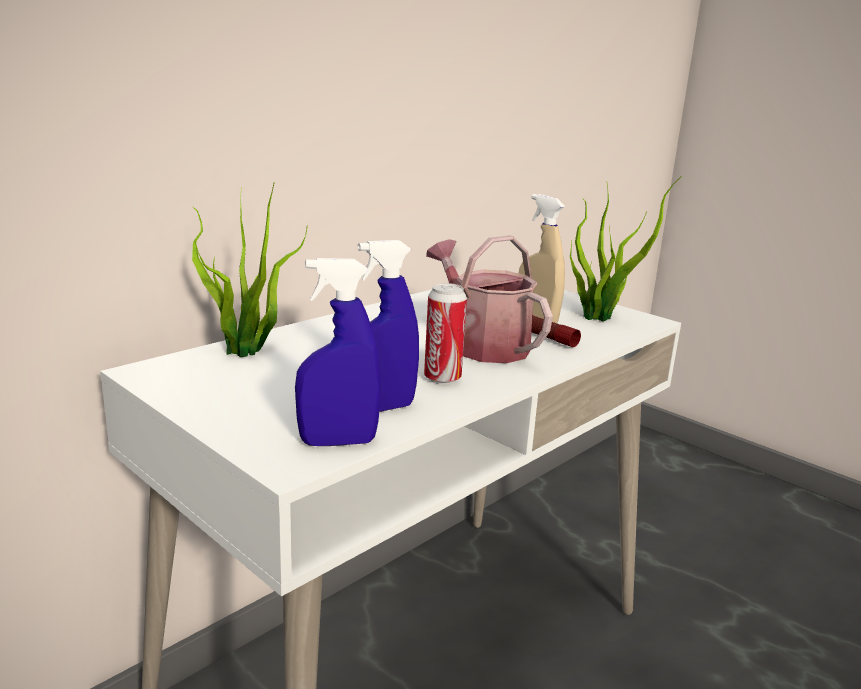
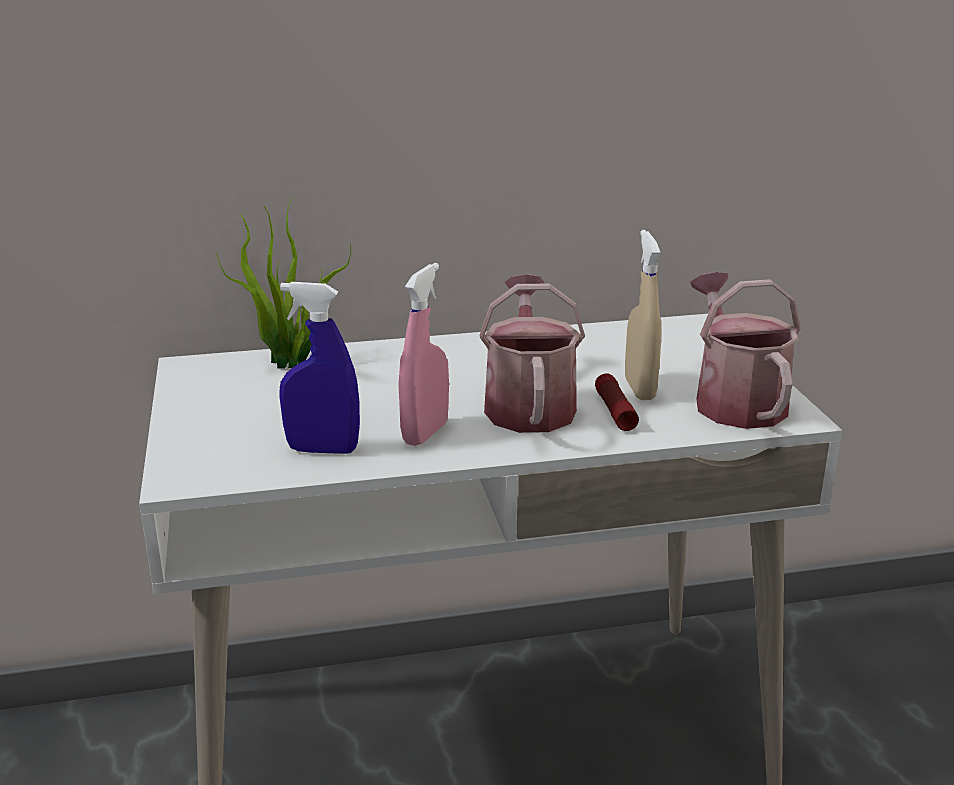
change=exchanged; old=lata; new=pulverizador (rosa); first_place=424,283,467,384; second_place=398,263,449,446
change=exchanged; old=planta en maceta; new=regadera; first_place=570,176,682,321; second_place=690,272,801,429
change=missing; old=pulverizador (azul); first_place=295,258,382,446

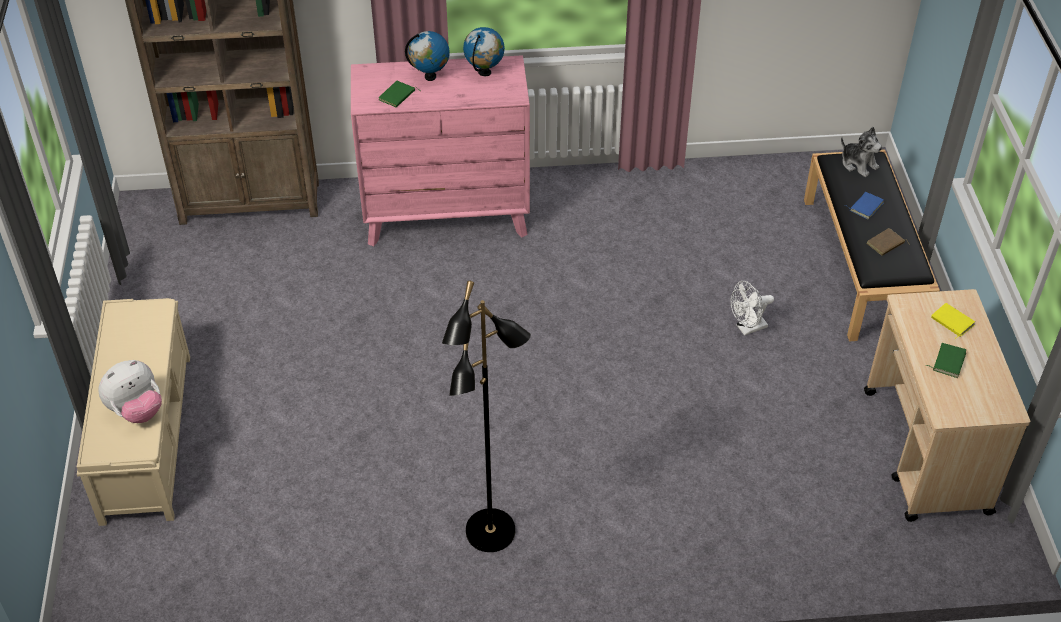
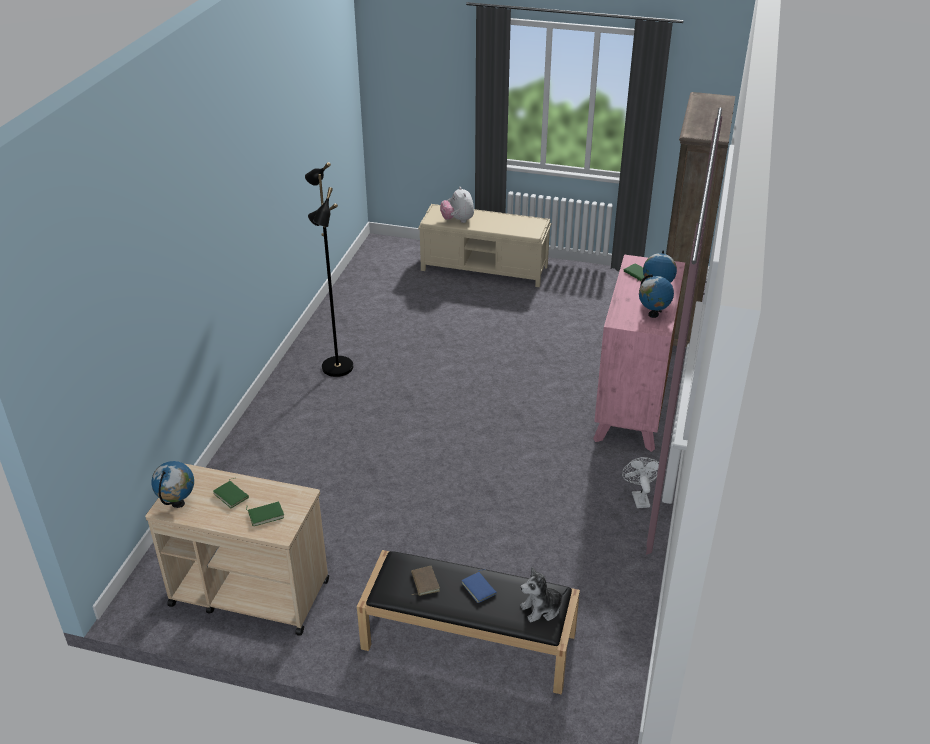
change=appeared; new=globo terráqueo; second_place=151,461,194,508
change=colour; old=libro (amarillo); new=libro (verde); first_place=931,303,975,339; second_place=246,501,284,526
change=relocated; old=ventilador (blanco); first_place=731,281,774,336; second_place=622,457,659,508

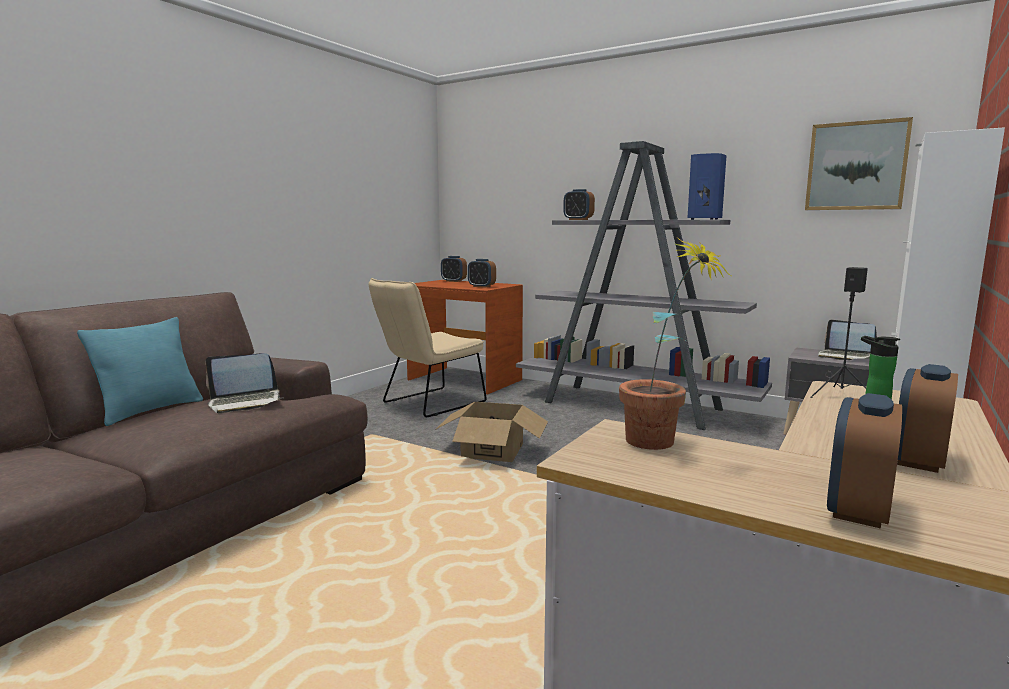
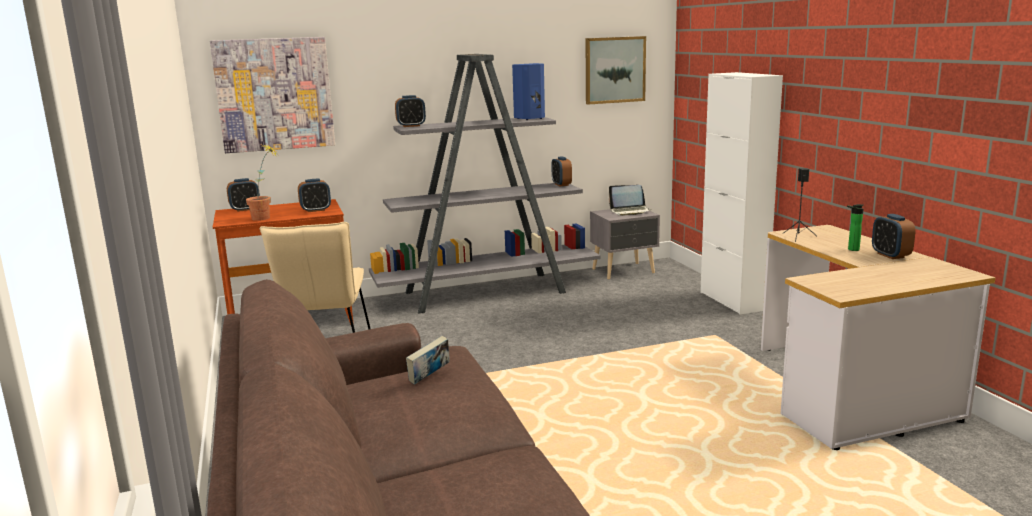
change=appeared; new=cuadro; second_place=210,37,335,153
change=relocated; old=planta en maceta; first_place=619,237,731,450; second_place=246,145,278,221
change=exchanged; old=portátil; new=libro; first_place=205,353,282,413; second_place=406,336,450,385
change=relocated; old=despertador; first_place=827,393,902,529; second_place=552,156,572,186
change=missing; old=cojín (turquesa); first_place=77,317,203,426
change=missing; old=caja de cartón; first_place=435,402,548,462

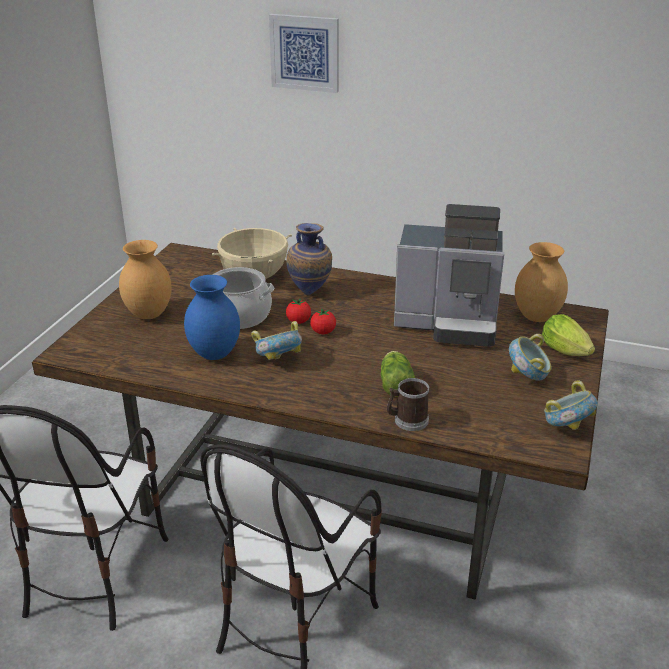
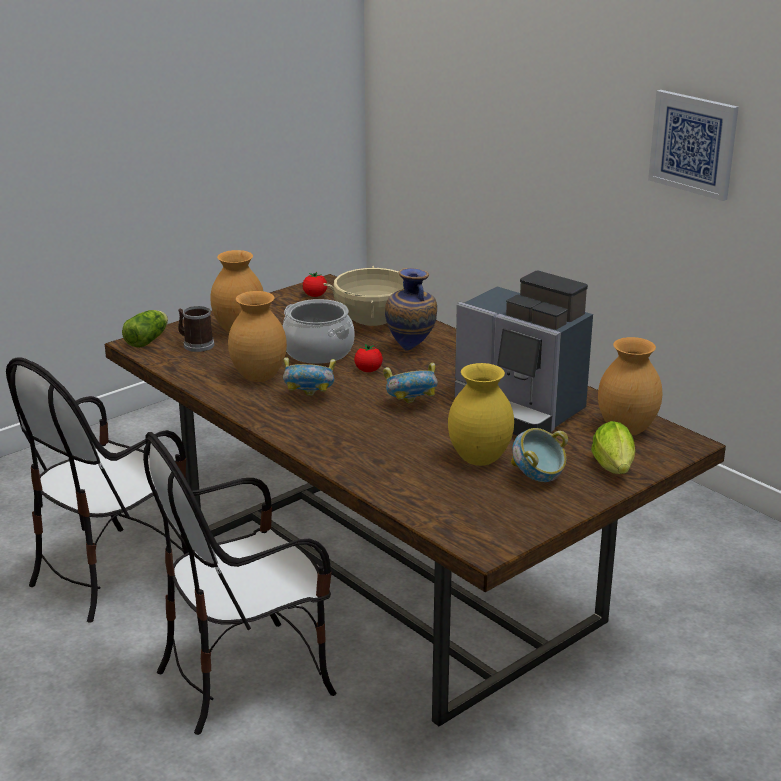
change=relocated; old=lechuga; first_place=381,351,415,397; second_place=122,310,168,348
change=relocated; old=taza grande; first_place=387,378,430,431; second_place=178,306,214,352
change=colour; old=florero (azul); new=florero (marrón); first_place=184,275,240,360; second_place=228,291,287,382
change=relocated; old=tomate; first_place=310,308,336,334; second_place=303,272,327,297
change=relocated; old=cuenco; first_place=544,380,598,430; second_place=383,363,438,403
change=appeared; new=florero (amarillo); second_place=448,363,514,466
change=relocated; old=cuadro; first_place=269,14,339,93; second_place=648,90,739,201

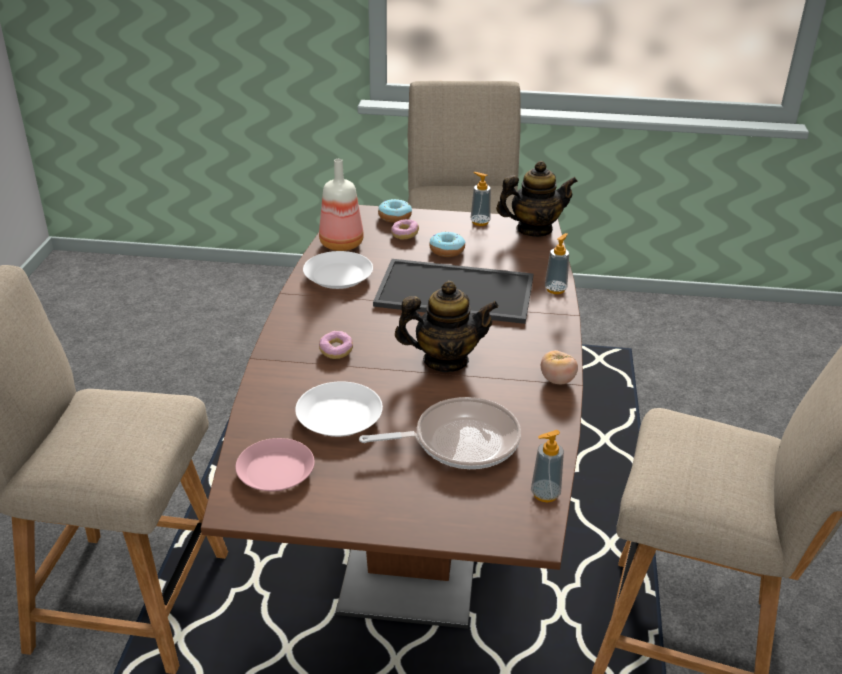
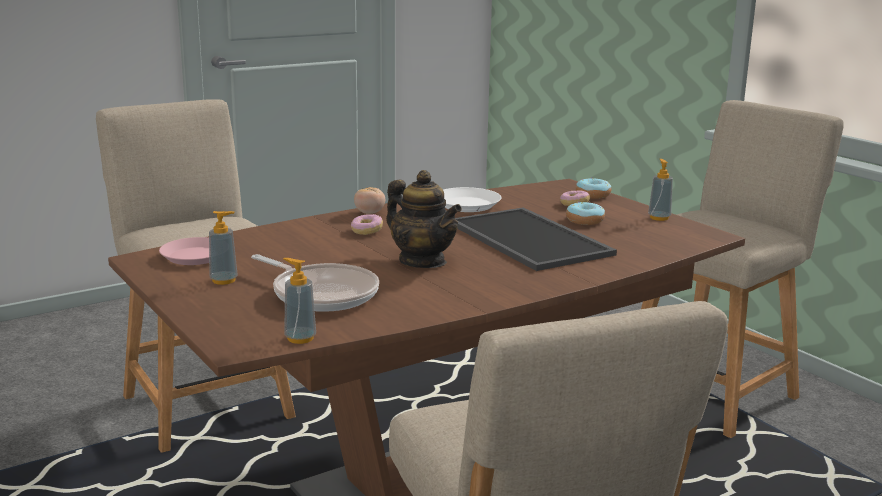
change=relocated; old=dispensador de jabón; first_place=545,233,569,294; second_place=209,211,238,285
change=relocated; old=tomate; first_place=541,350,578,384; second_place=354,187,385,214
change=missing; old=plato (blanco); first_place=295,381,383,437
change=missing; old=botella; first_place=319,159,364,251
change=missing; old=tetera; first_place=496,161,578,237

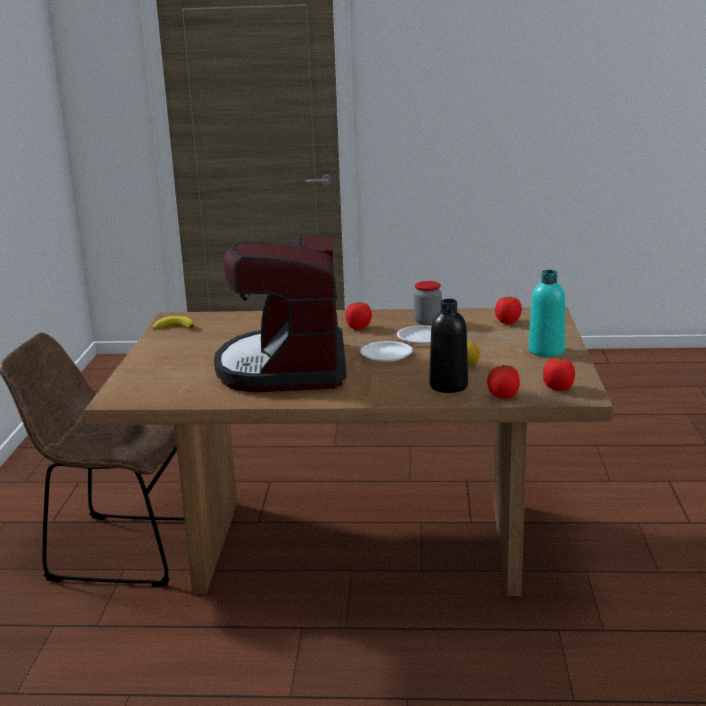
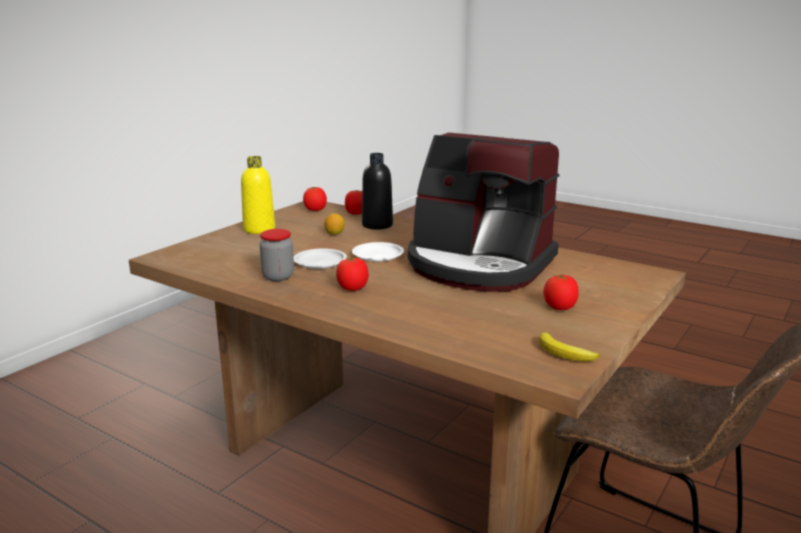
change=colour; old=botella (turquesa); new=botella (amarillo); first_place=529,270,565,357; second_place=241,156,275,234
change=spun; old=cafetera; first_place=214,234,347,392; second_place=408,133,560,292; degrees=90
change=relocated; old=tomate; first_place=495,297,522,324; second_place=543,274,579,310

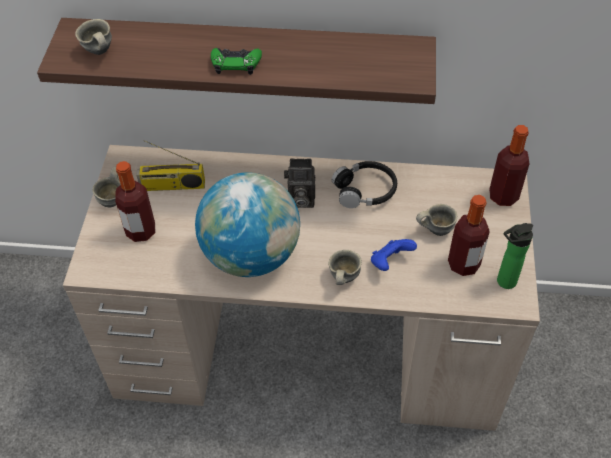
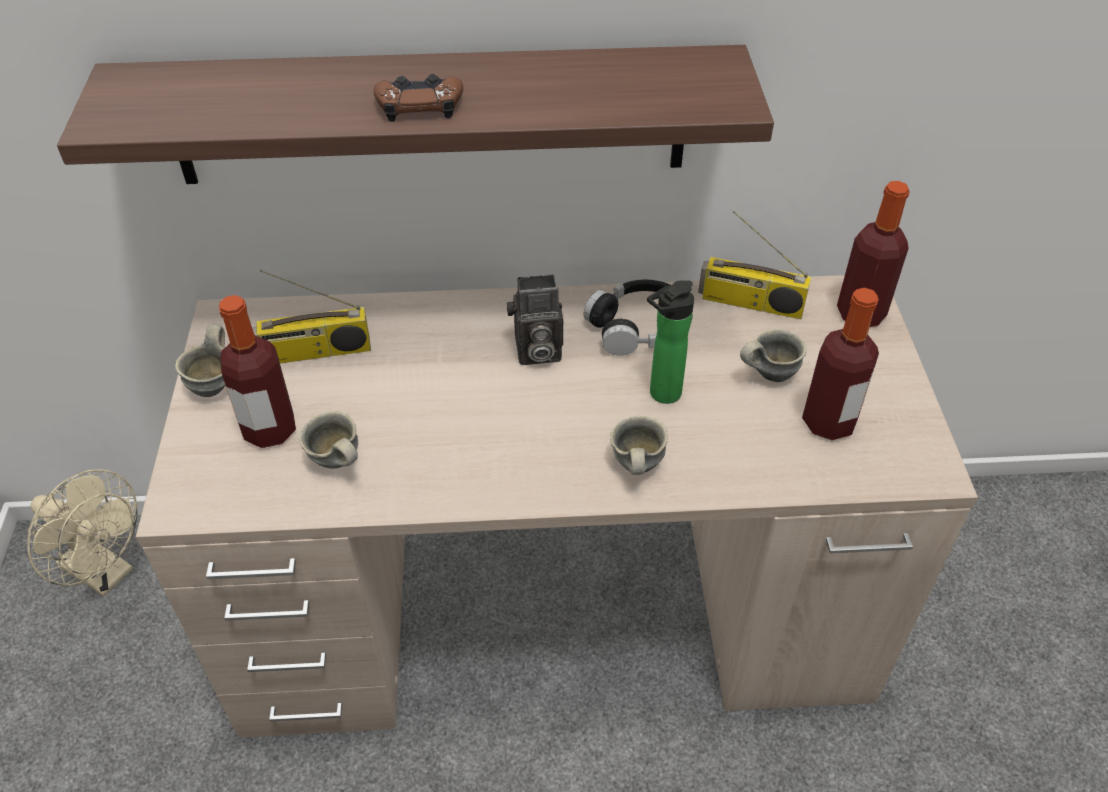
change=appeared; new=ventilador (beis); second_place=27,469,137,596
change=relocated; old=taza grande (gris); first_place=75,19,112,55; second_place=299,411,358,469
change=colour; old=mando de consola (verde); new=mando de consola (marrón); first_place=211,48,262,75; second_place=374,74,463,122
change=relocated; old=botella; first_place=497,223,533,289; second_place=647,280,694,404
change=appeared; new=radio; second_place=698,211,811,319
change=missing; old=globo terráqueo; first_place=195,172,300,277
change=missing; old=mando de consola (azul); first_place=371,239,417,271

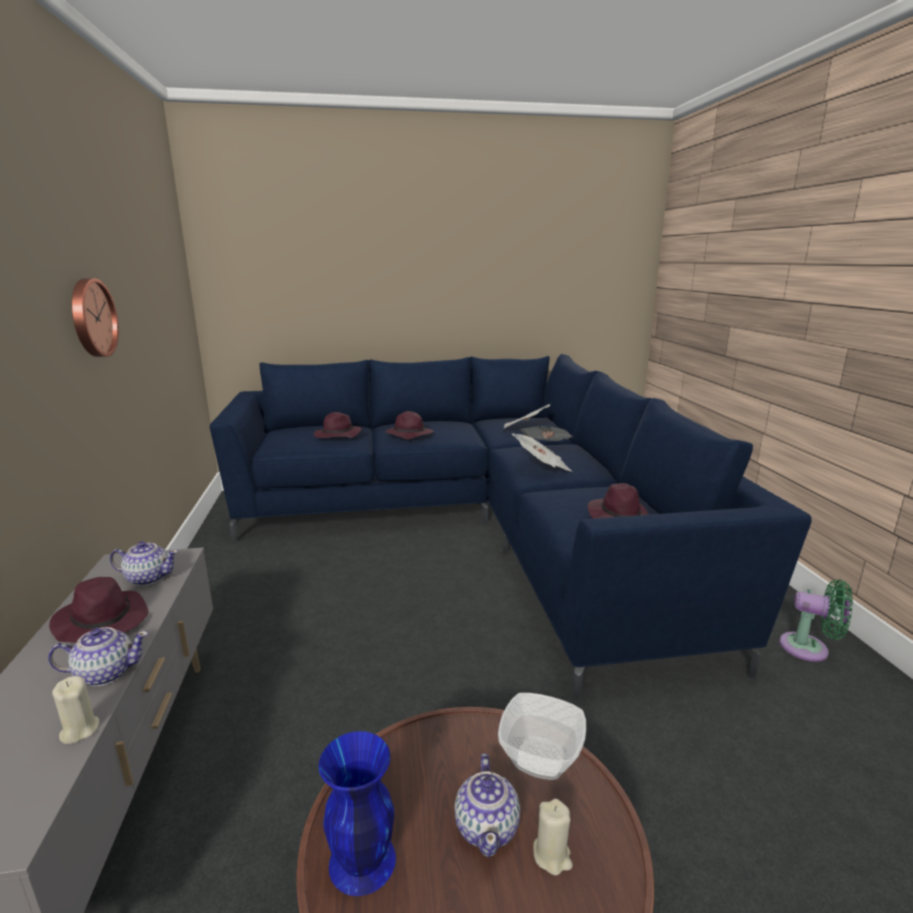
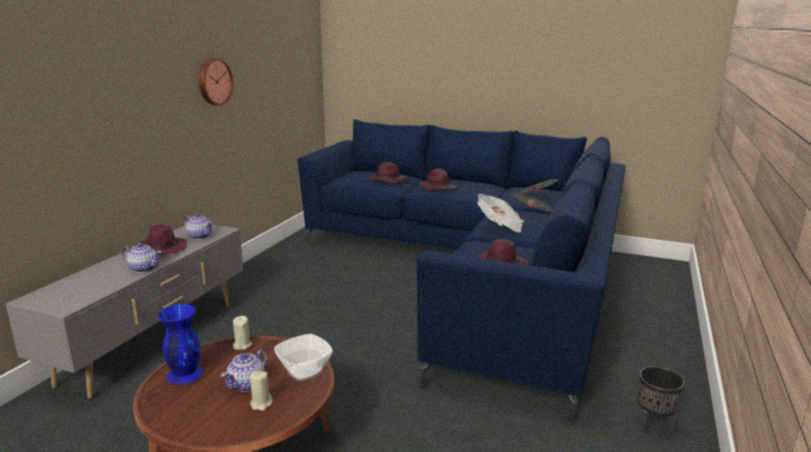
change=relocated; old=vela (beis); first_place=52,676,99,744; second_place=233,316,252,350
change=exchanged; old=ventilador (verde); new=maceta (negro); first_place=779,579,853,662; second_place=637,366,685,433

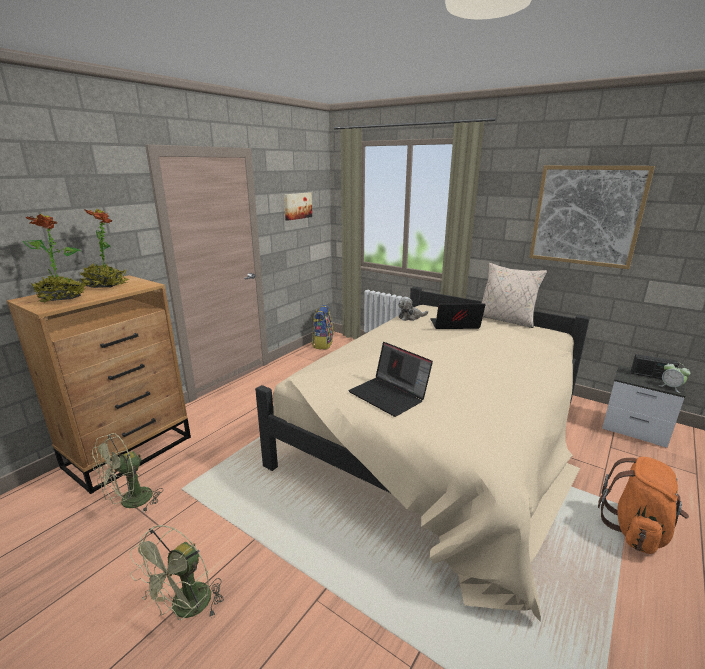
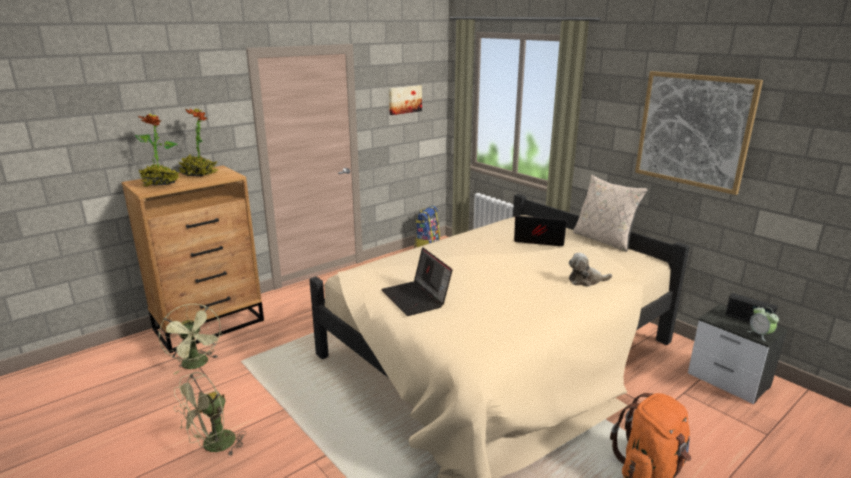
change=spun; old=ventilador (verde); first_place=92,433,163,512; second_place=159,304,222,374; degrees=-90
change=relocated; old=peluche; first_place=398,297,428,321; second_place=569,253,612,287

